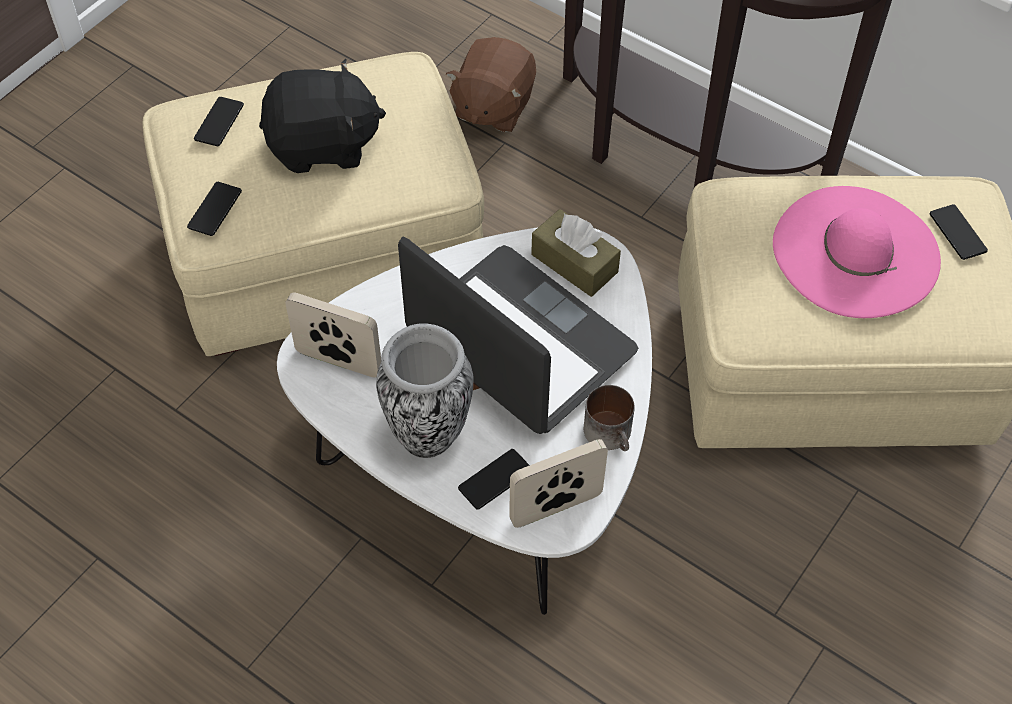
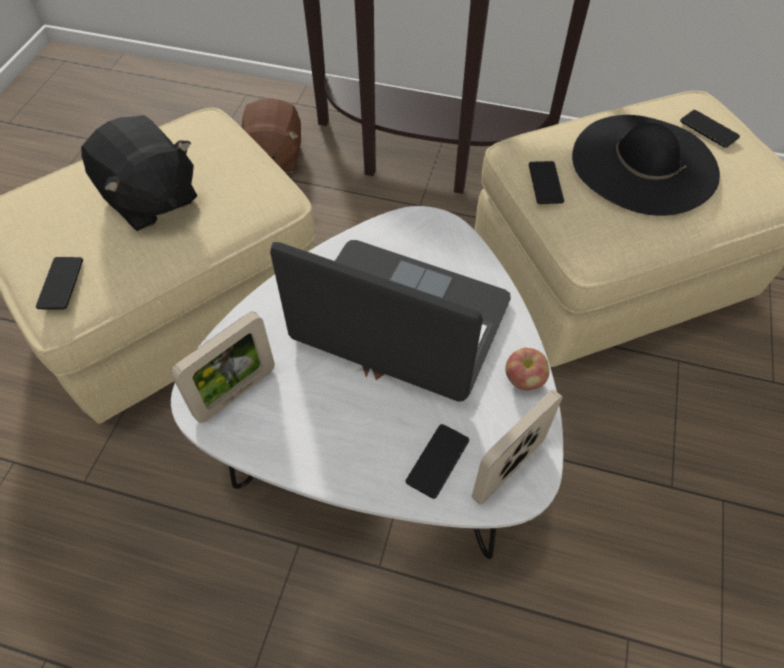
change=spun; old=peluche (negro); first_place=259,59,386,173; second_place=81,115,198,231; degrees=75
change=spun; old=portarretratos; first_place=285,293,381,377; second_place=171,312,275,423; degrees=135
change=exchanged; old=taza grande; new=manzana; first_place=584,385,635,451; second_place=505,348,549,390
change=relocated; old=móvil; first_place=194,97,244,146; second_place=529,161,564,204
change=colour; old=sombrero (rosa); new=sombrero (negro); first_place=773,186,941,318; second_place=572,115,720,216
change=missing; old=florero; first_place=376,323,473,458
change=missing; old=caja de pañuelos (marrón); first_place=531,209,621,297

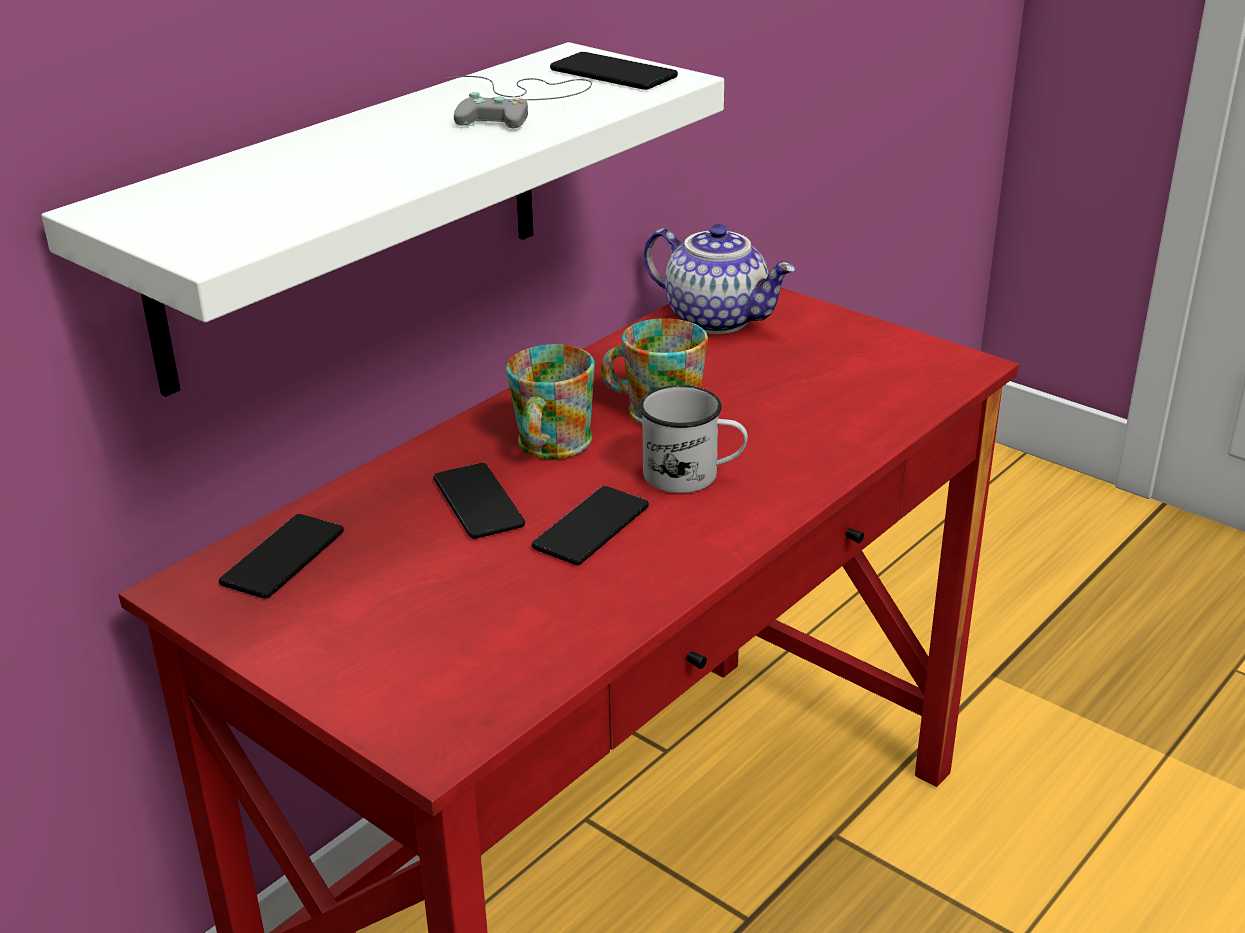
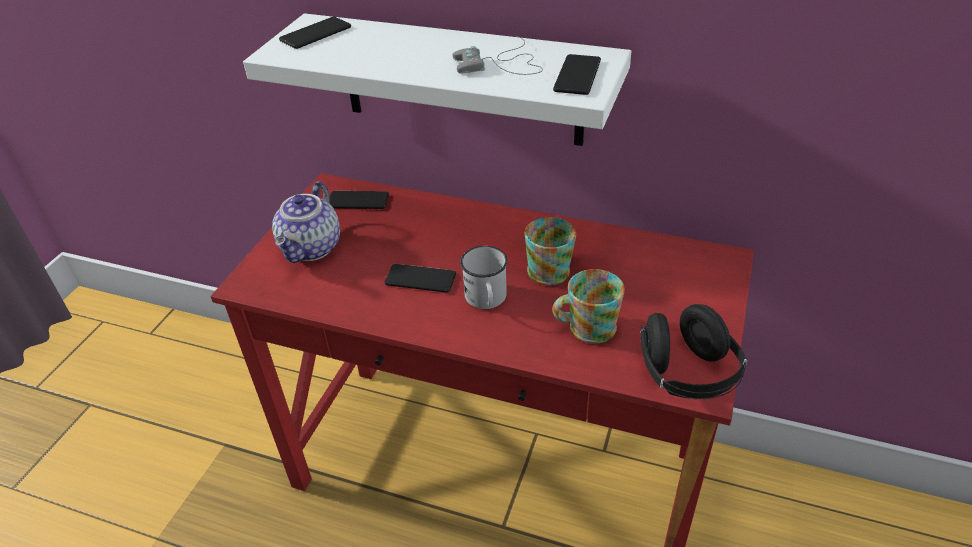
change=relocated; old=tetera; first_place=644,224,795,334; second_place=272,181,340,263
change=relocated; old=móvil; first_place=434,463,525,539; second_place=279,17,351,49
change=relocated; old=taza grande; first_place=506,344,595,459; second_place=553,269,625,343
change=appeared; new=auriculares (negro); second_place=640,304,747,399

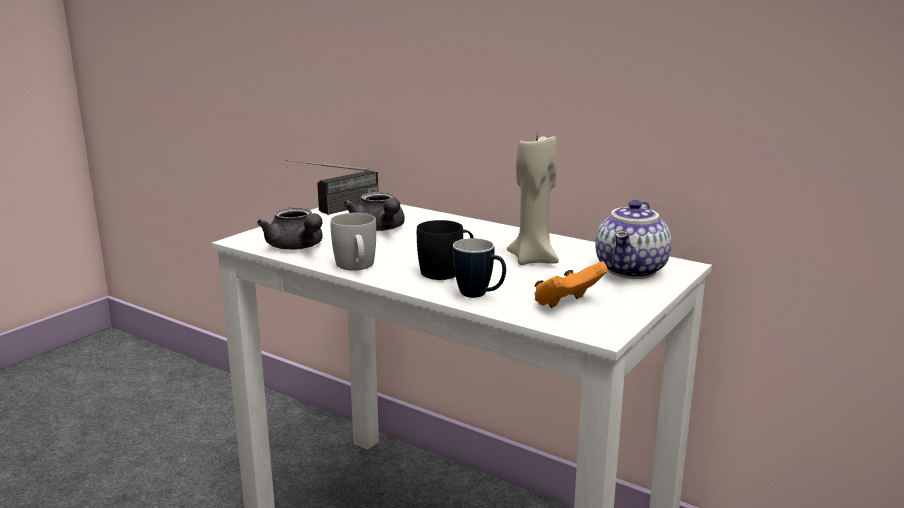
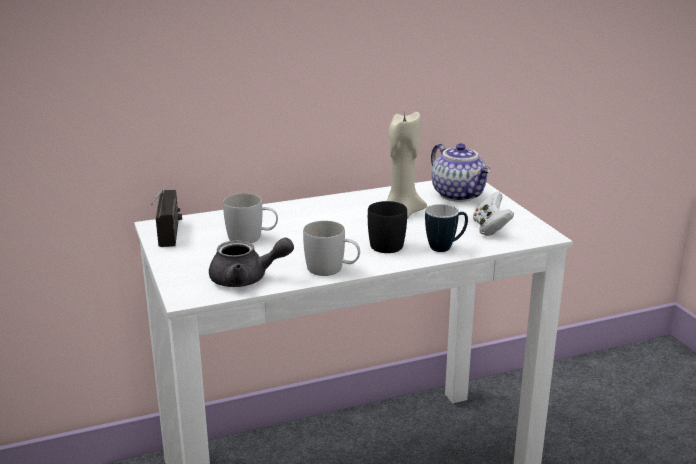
change=exchanged; old=tetera (gris); new=taza grande (blanco); first_place=343,192,405,231; second_place=223,193,278,243
change=colour; old=mando de consola (naranja); new=mando de consola (blanco); first_place=535,262,608,308; second_place=473,191,514,236

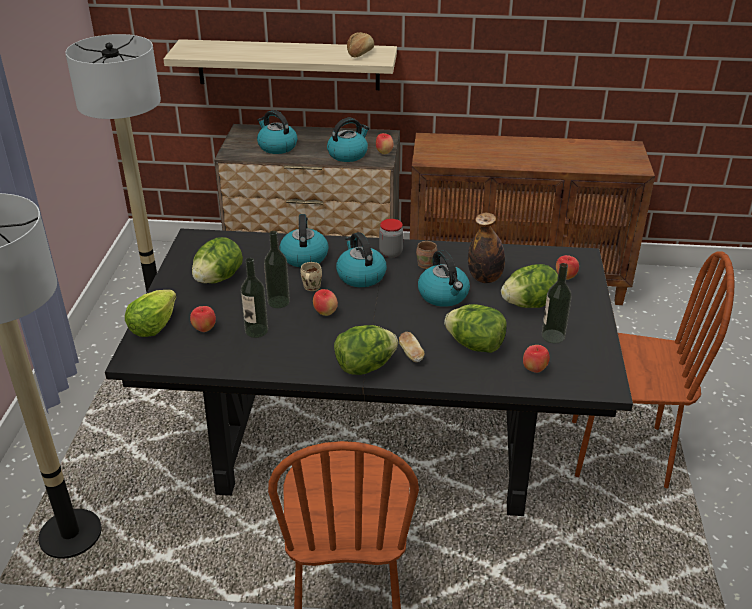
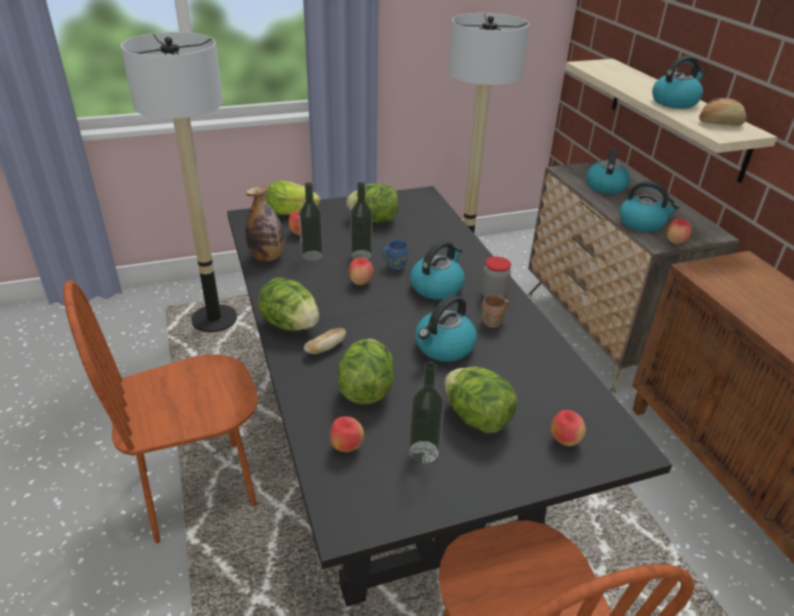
change=relocated; old=botella; first_place=468,213,505,283; second_place=245,186,285,261
change=colour; old=taza grande (beis); new=taza grande (azul); first_place=300,262,322,291; second_place=382,240,408,270
change=relocated; old=hervidor; first_place=279,214,329,267; second_place=652,56,706,109

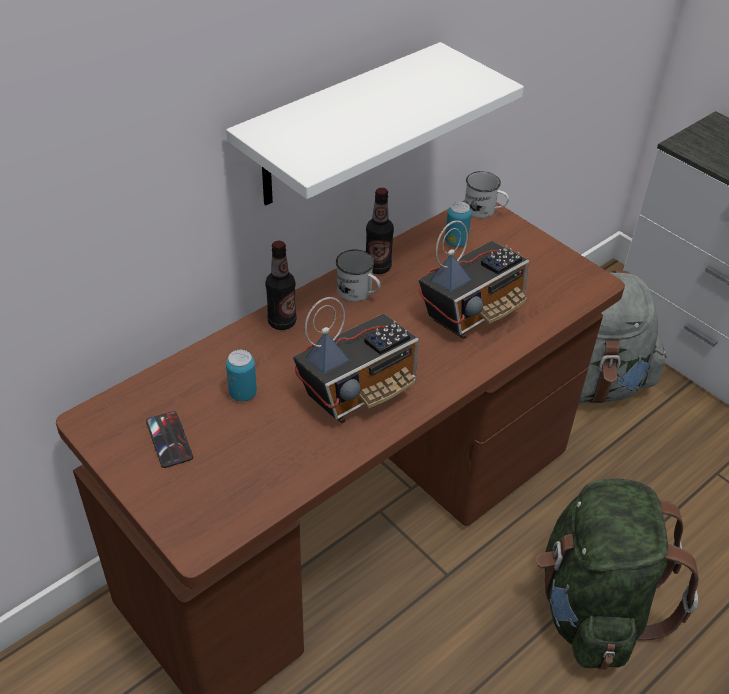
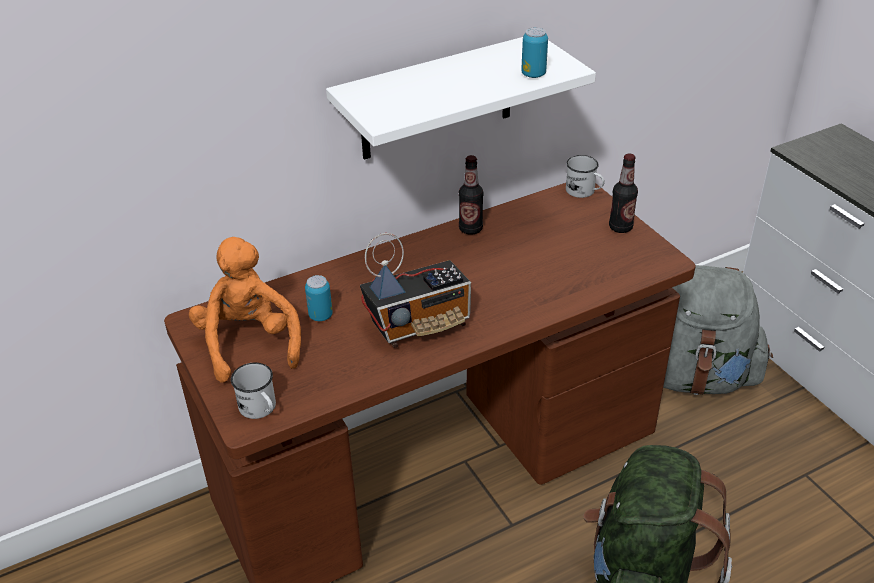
change=exchanged; old=móvil; new=peluche (naranja); first_place=146,411,193,468; second_place=189,237,301,383
change=relocated; old=taza grande (blanco); first_place=336,249,381,302; second_place=231,363,276,419
change=relocated; old=lata; first_place=445,201,472,247; second_place=521,27,548,78
change=relocated; old=botella; first_place=265,241,297,330; second_place=609,153,638,233
change=missing; old=radio; first_place=419,220,529,339

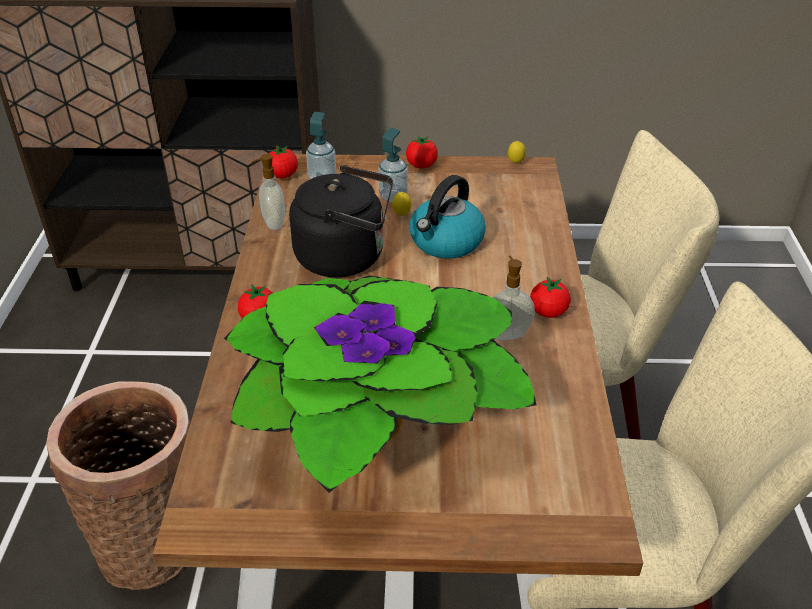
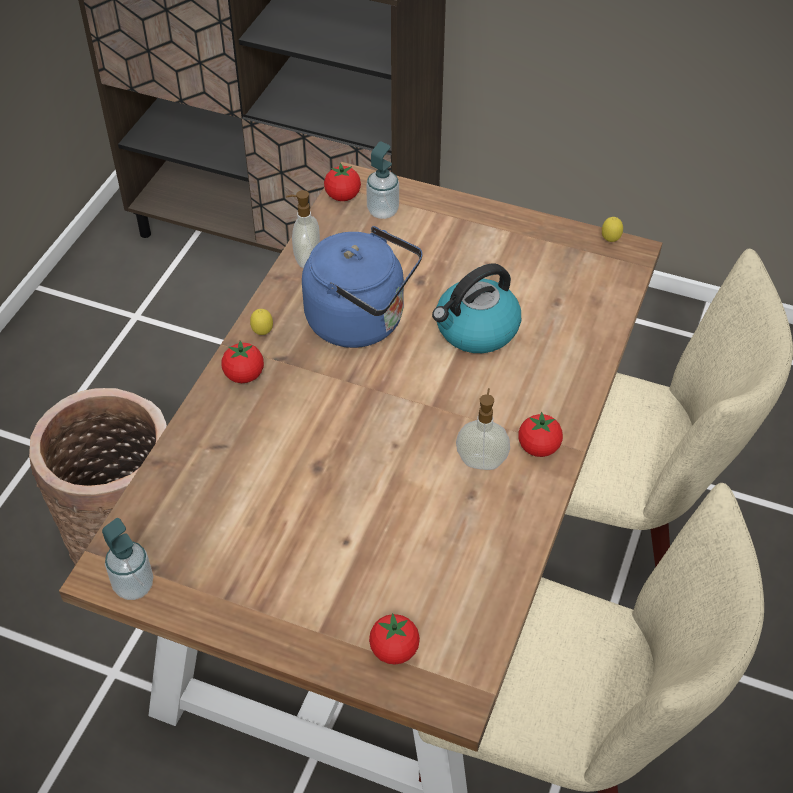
change=relocated; old=dispensador de jabón; first_place=378,127,408,202; second_place=102,518,153,600
change=relocated; old=limón; first_place=392,192,411,216; second_place=250,309,273,335
change=colour; old=hervidor (negro); new=hervidor (azul); first_place=289,165,393,277; second_place=302,226,423,348
change=relocated; old=tomate; first_place=406,136,438,168; second_place=369,613,420,664
change=missing; old=planta en maceta; first_place=224,276,536,493

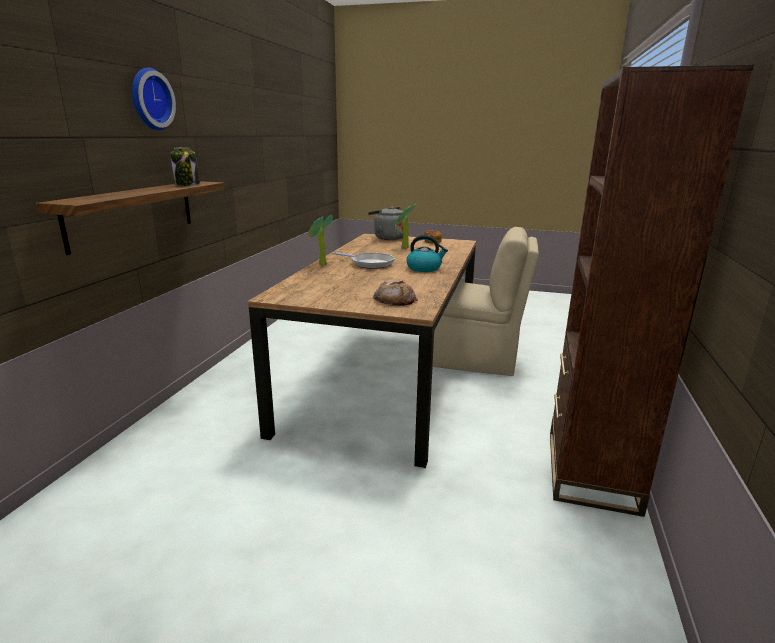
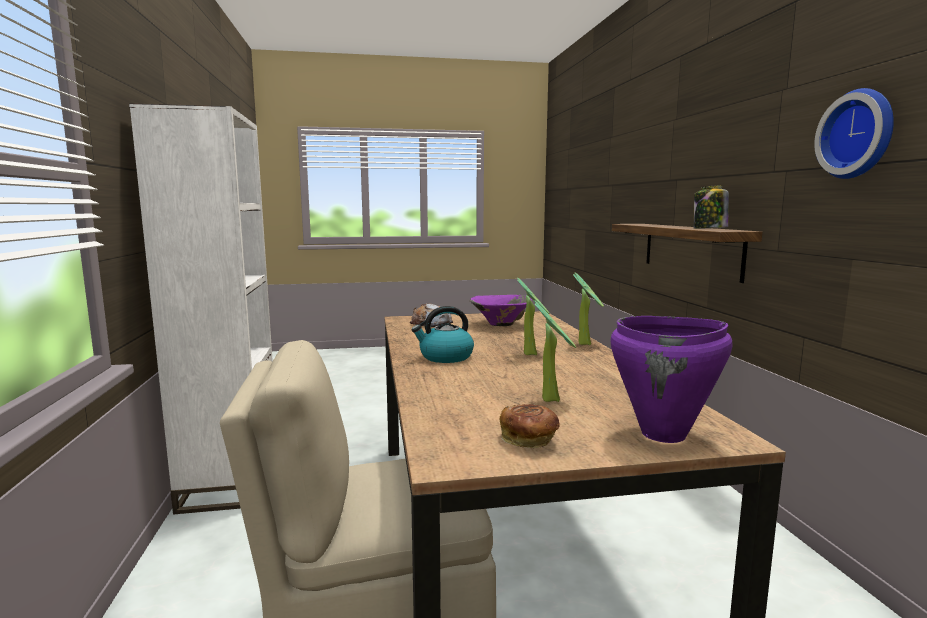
change=colour; old=estantería (marrón); new=estantería (blanco); first_place=550,65,754,517; second_place=129,103,273,515
change=appeared; new=cuenco (morado); second_place=470,295,532,326
change=exchanged; old=sartén; new=planta en maceta; first_place=333,252,395,269; second_place=517,278,549,355
change=exchanged; old=hervidor (gris); new=olla (morado); first_place=368,206,406,240; second_place=610,316,733,443
change=relocated; old=reloj de pared; first_place=132,68,176,130; second_place=814,88,894,179

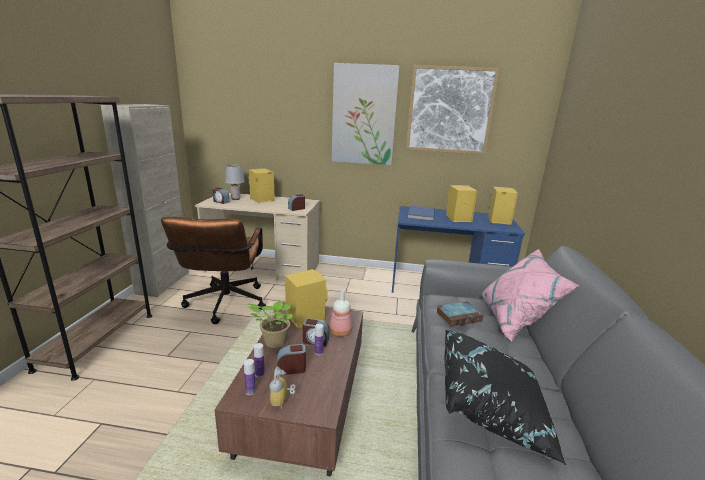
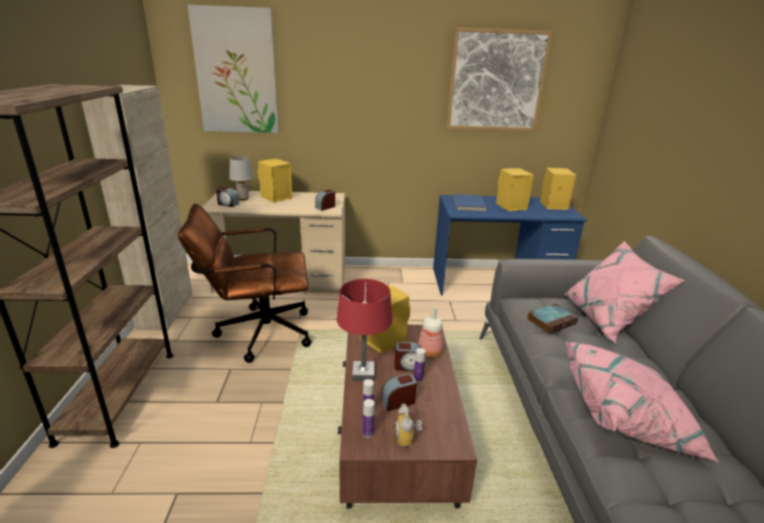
change=spun; old=silla de oficina (marrón); first_place=161,217,266,324; second_place=178,204,312,363; degrees=90
change=relocated; old=cuadro; first_place=332,63,400,165; second_place=187,5,279,133
change=exchanged; old=planta en maceta; new=lámpara de mesa (rojo); first_place=248,300,294,348; second_place=337,279,393,381
change=colour; old=cojín (negro); new=cojín (rosa); first_place=445,330,566,465; second_place=566,342,719,463

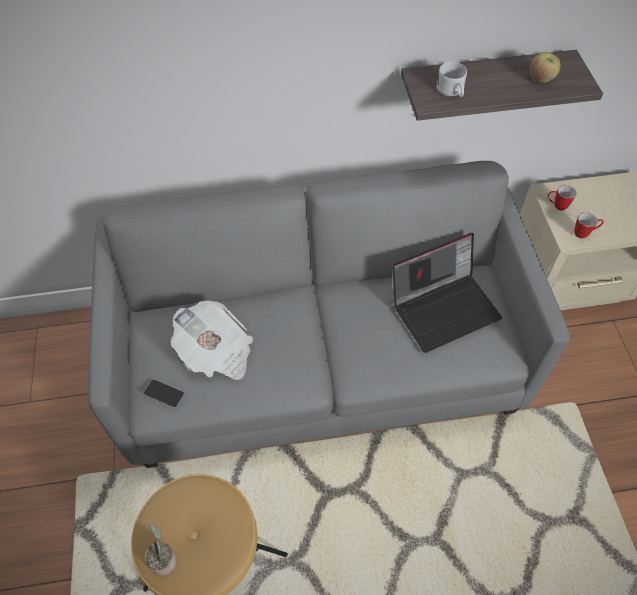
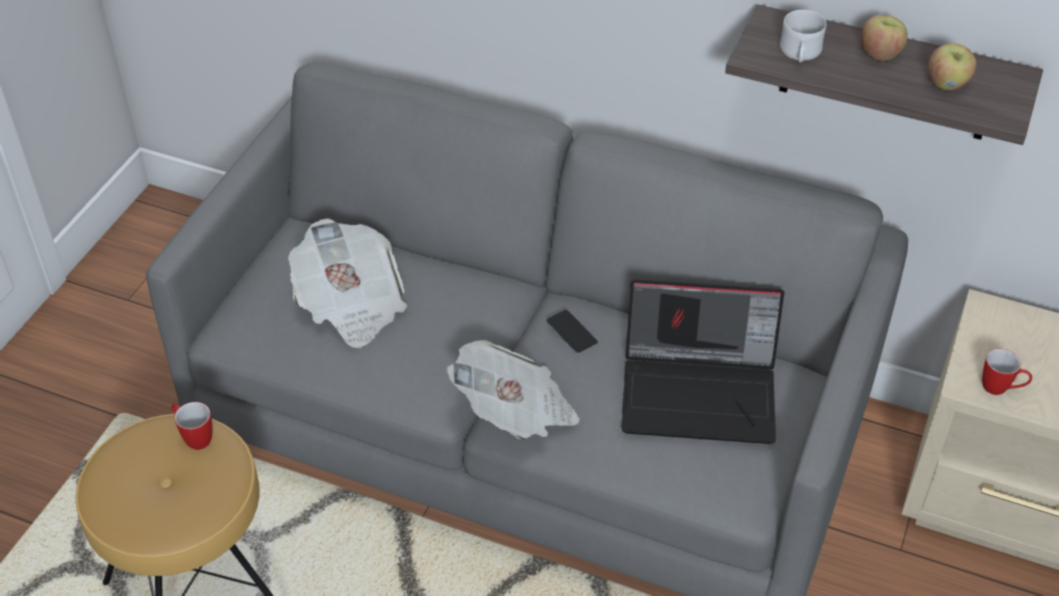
change=relocated; old=taza grande; first_place=547,185,577,211; second_place=172,402,212,450
change=appeared; new=periódico; second_place=447,340,580,439
change=relocated; old=móvil; first_place=144,380,184,408; second_place=547,310,598,354
change=appeared; new=manzana; second_place=861,15,908,61
change=missing; old=planta en maceta; first_place=144,524,177,576

